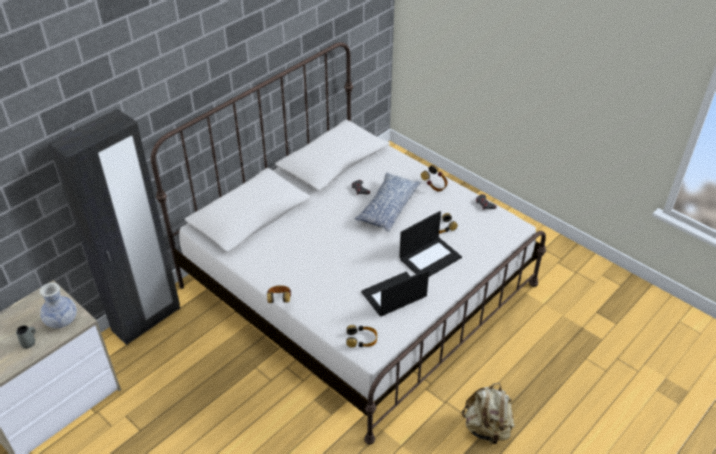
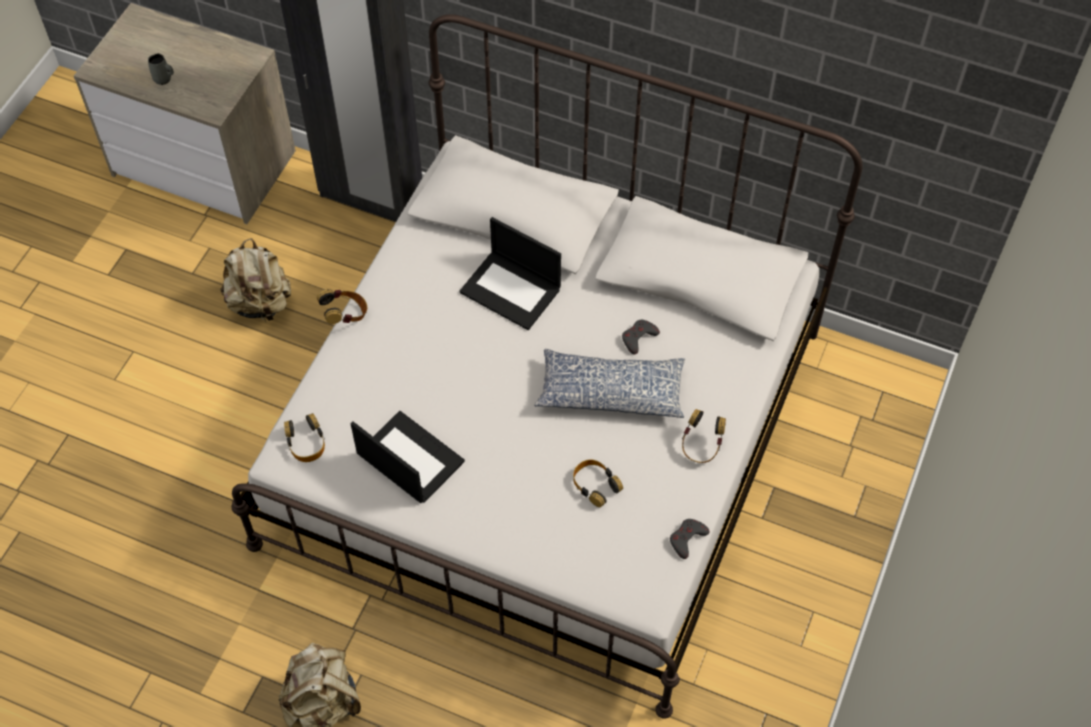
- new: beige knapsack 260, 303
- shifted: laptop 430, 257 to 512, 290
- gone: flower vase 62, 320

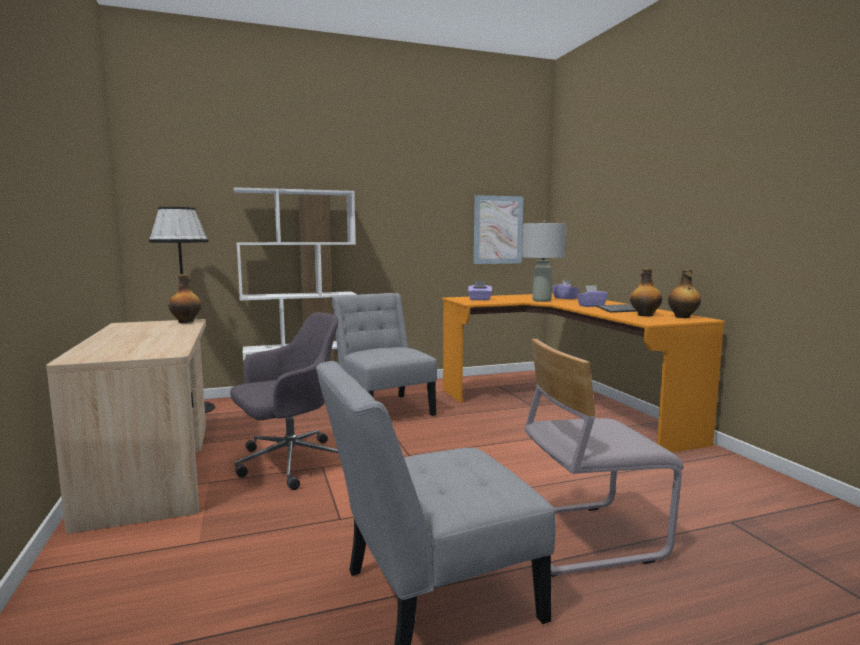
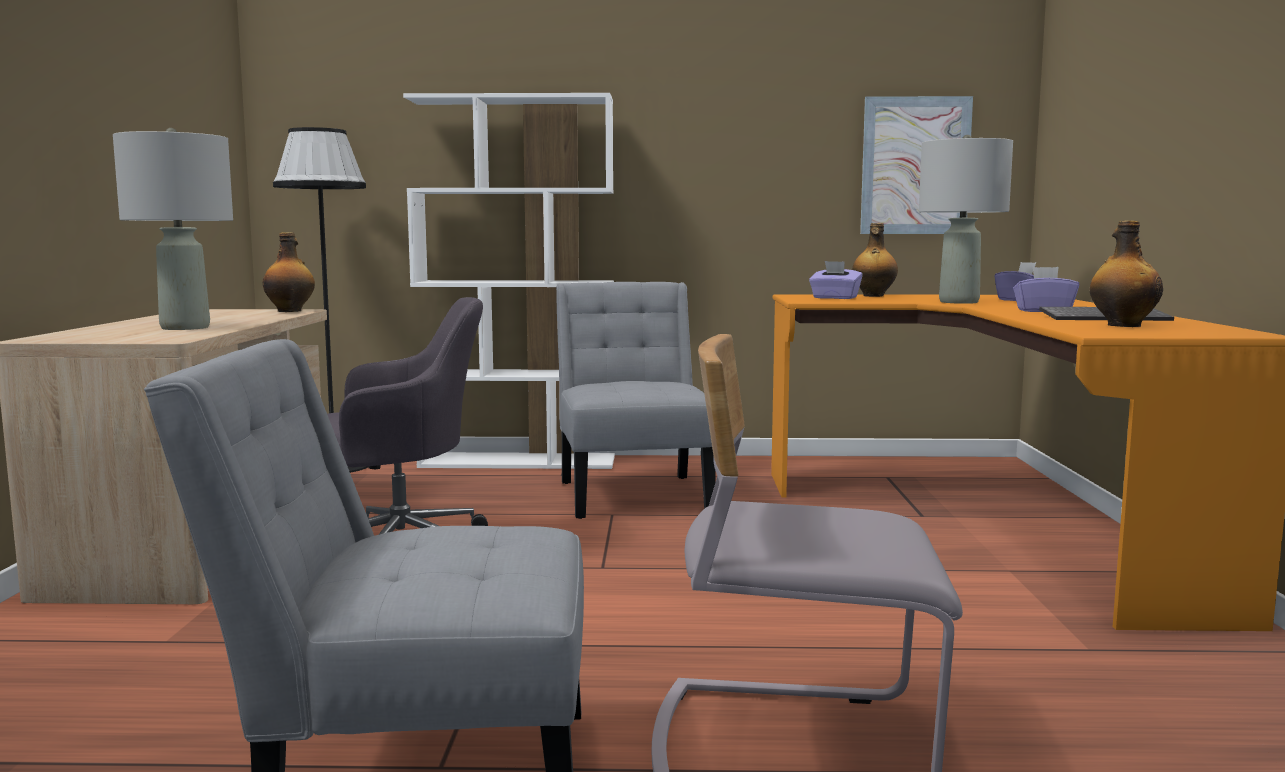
- new: greyish tabletop lamp 185, 327
- shifted: drink bottle 682, 317 to 873, 296

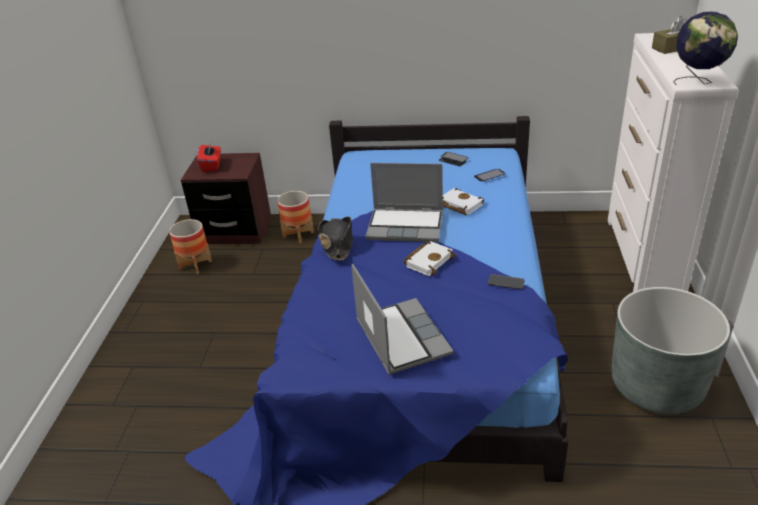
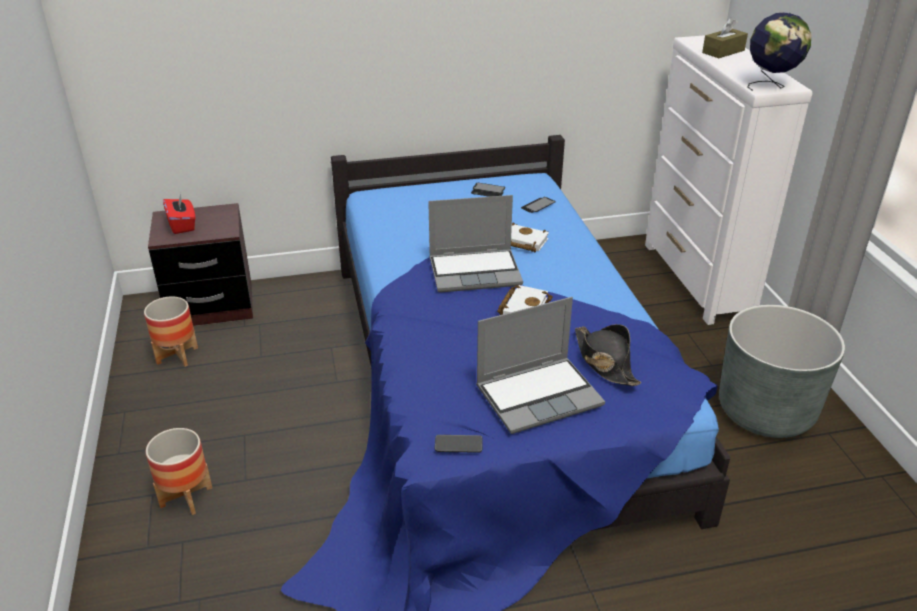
- shifted: planter 298, 234 to 186, 497
- shifted: telephone 506, 282 to 458, 444
- rotated: laptop 400, 337 = 539, 395 105 degrees clockwise
- shifted: blackish clothing hat 337, 243 to 604, 361

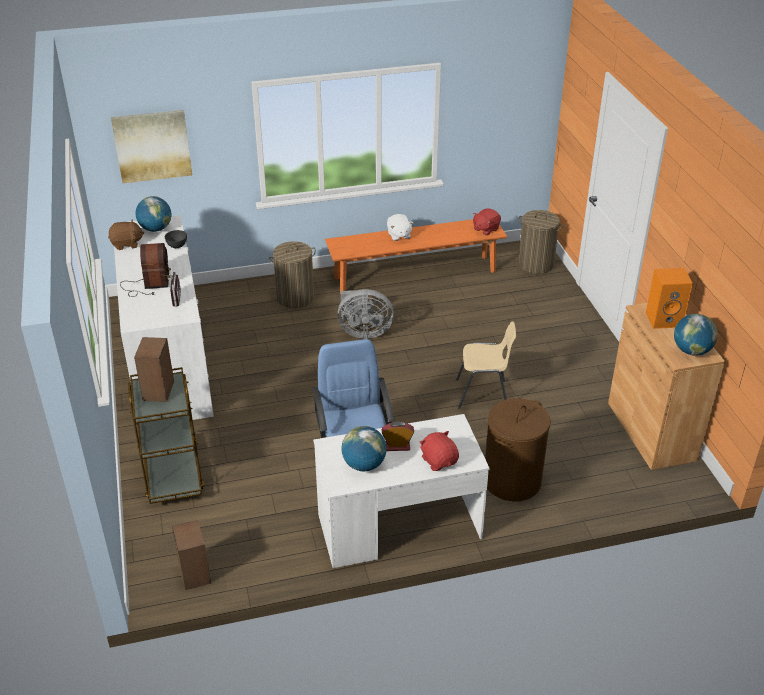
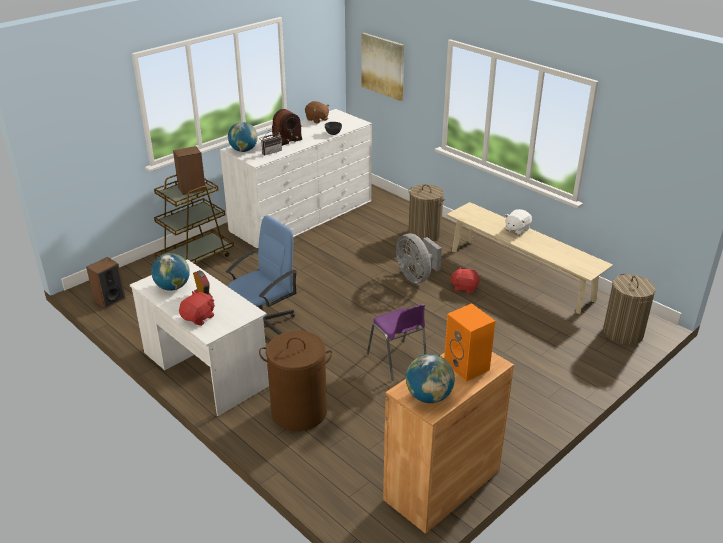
- shifted: globe 155, 229 to 243, 150
- repainted: beige chair 483, 394 to purple chair 397, 361
- repainted: orange-coloured long seat 415, 275 to beige long seat 520, 275
- shifted: red-coloured cuddly toy 485, 229 to 464, 287

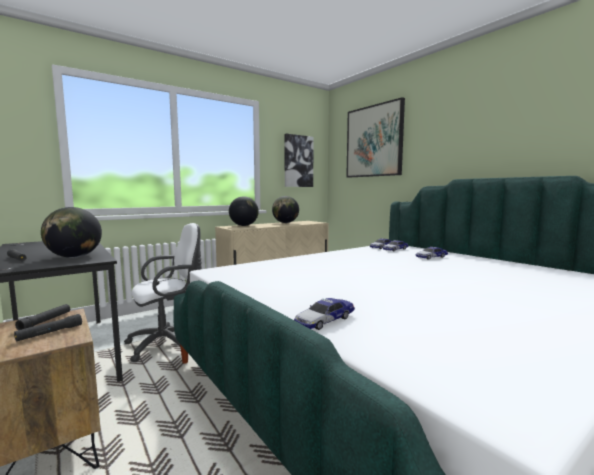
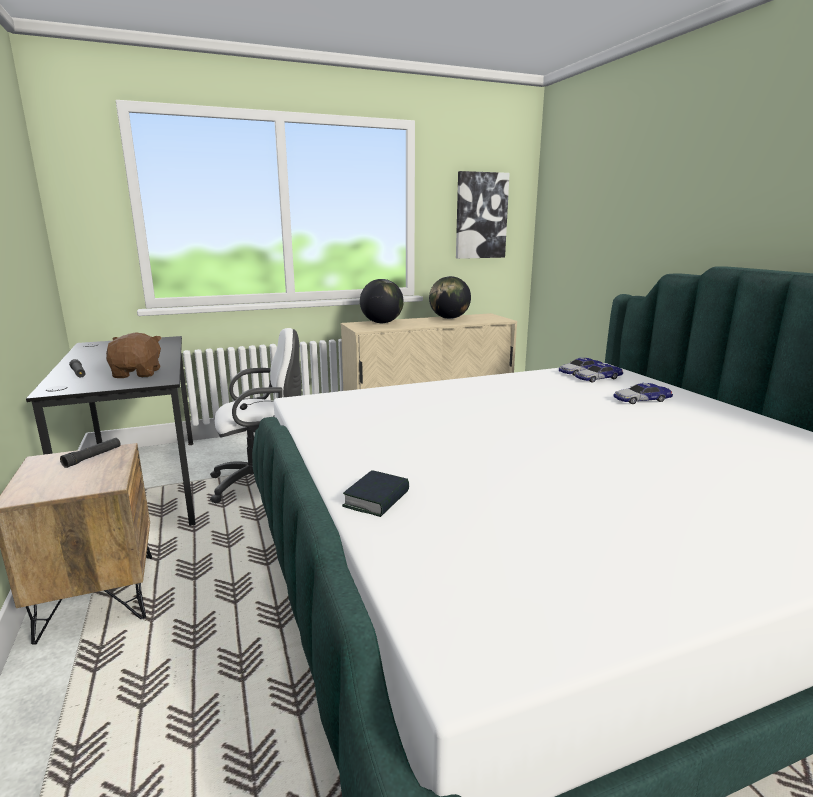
- swapped: globe 74, 257 to brown-coloured cuddly toy 138, 374
- swapped: model car 325, 320 to book 377, 499
- gone: blackish hand torch 50, 333
- gone: wall picture 374, 141

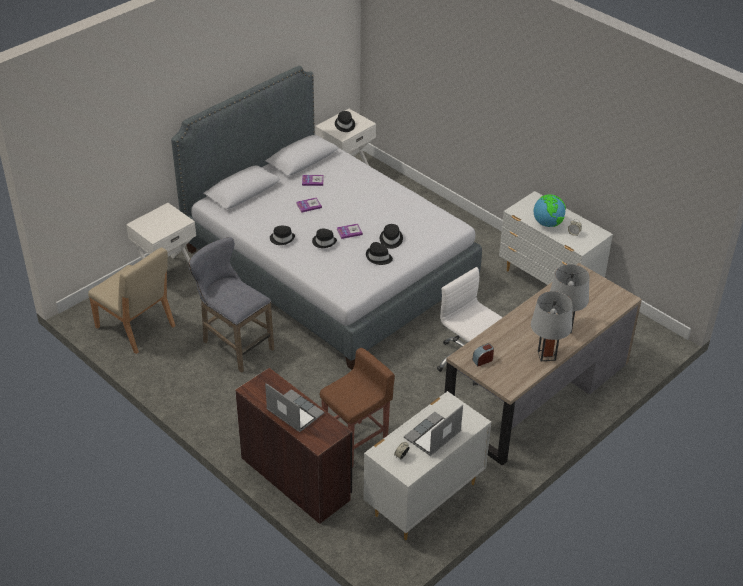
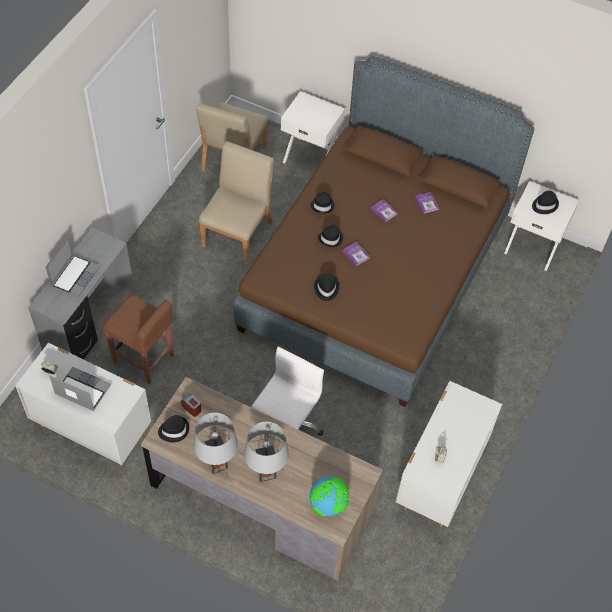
- repainted: brown-coloured desk 296, 477 to greyish desk 92, 326
- shifted: blackish clothing hat 390, 240 to 174, 430
- swapped: greyish stool seat 234, 344 to beige chair 238, 233
- repainted: greyish bedroom bed 328, 267 to brown-coloured bedroom bed 375, 273
- shifted: globe 547, 224 to 328, 504

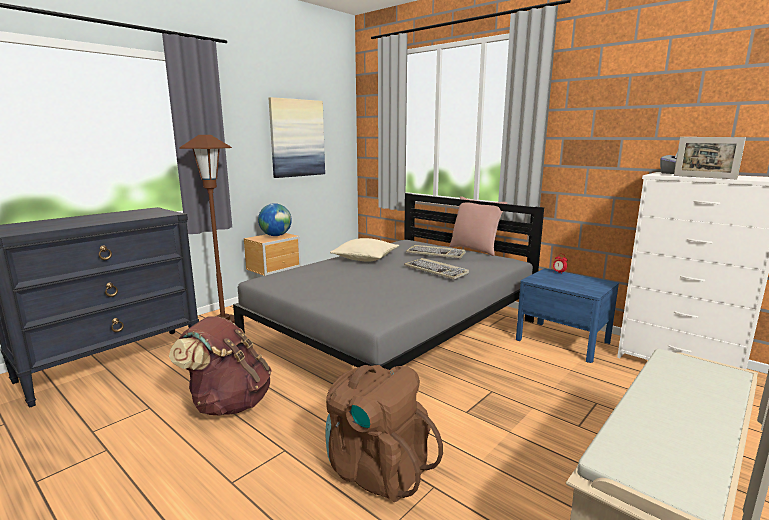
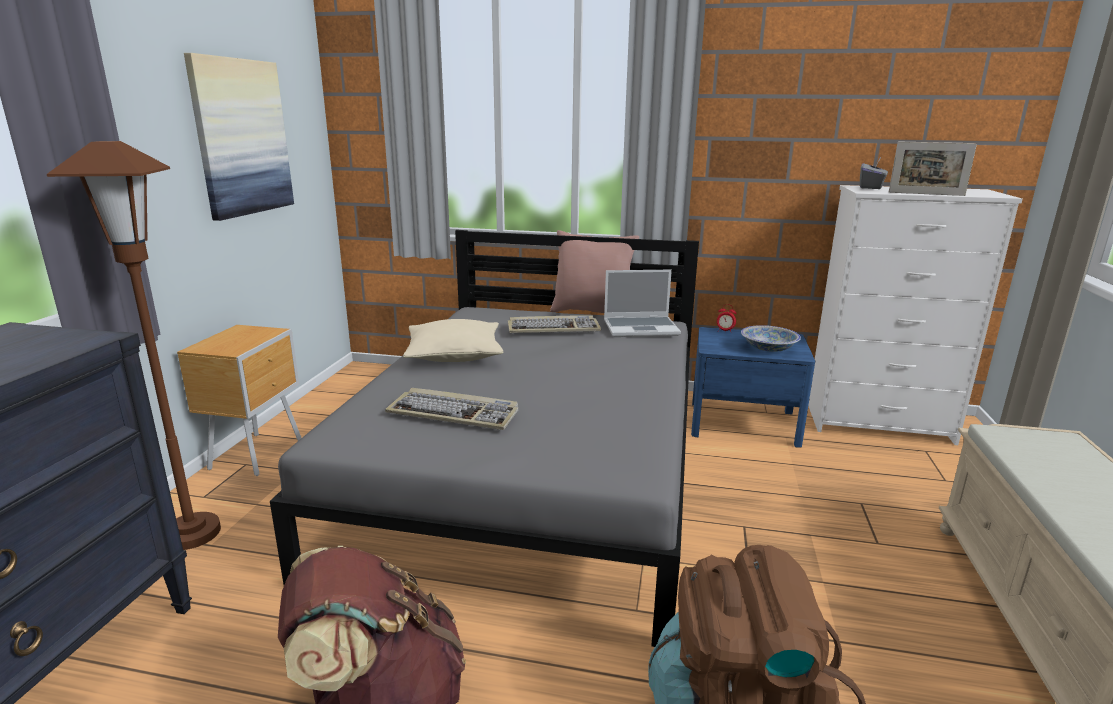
- shifted: keyboard 436, 271 to 455, 413
- new: laptop 641, 328
- new: deep dish 768, 348
- gone: globe 276, 236

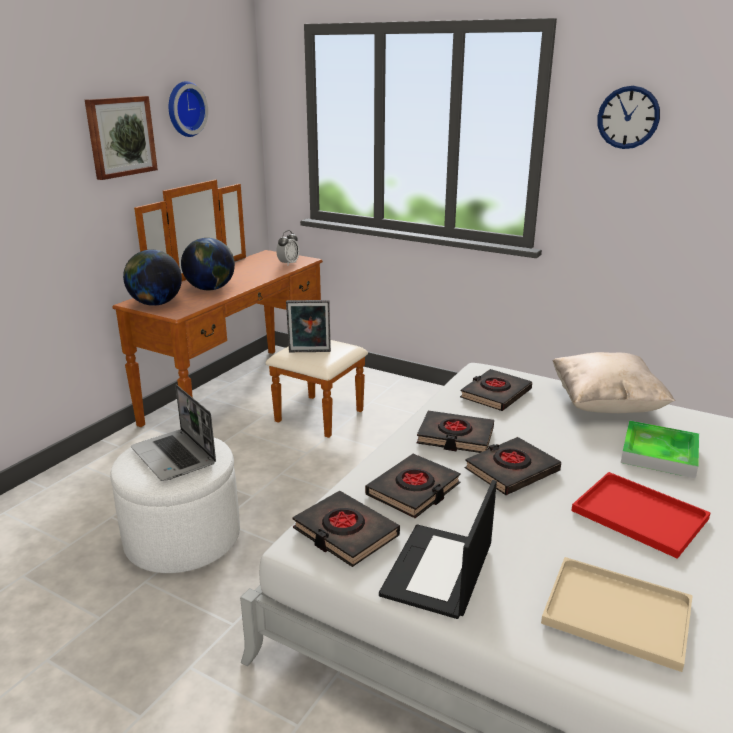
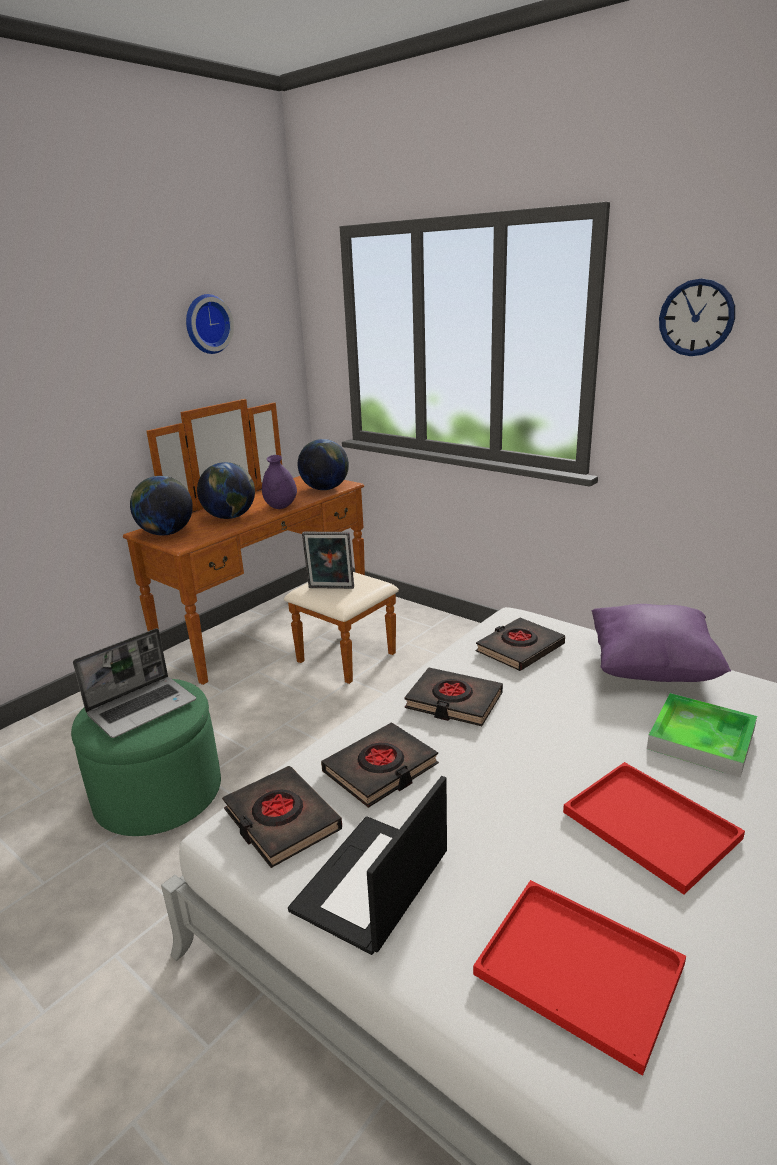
- repainted: white footrest 183, 538 to green footrest 159, 794
- rotated: laptop 175, 456 = 143, 707 105 degrees counterclockwise
- new: purple flower vase 281, 507
- swapped: bedside clock 288, 264 to globe 325, 489
- repainted: beige tray 620, 613 to red-coloured tray 583, 970
- repainted: beige cushion 606, 405 to purple cushion 651, 669
- gone: wall picture 120, 136
- gone: blackish book 511, 471

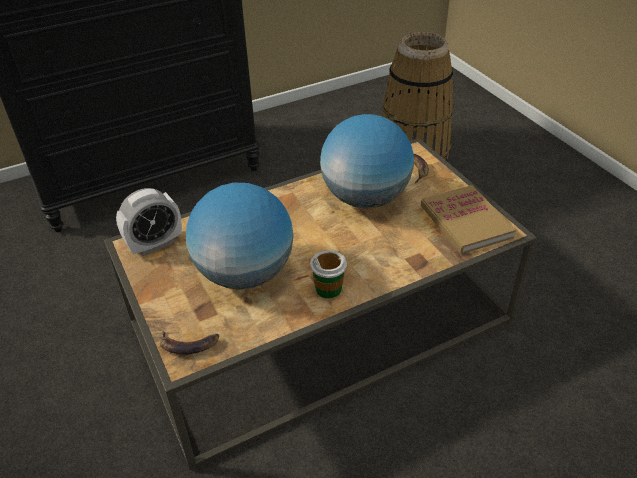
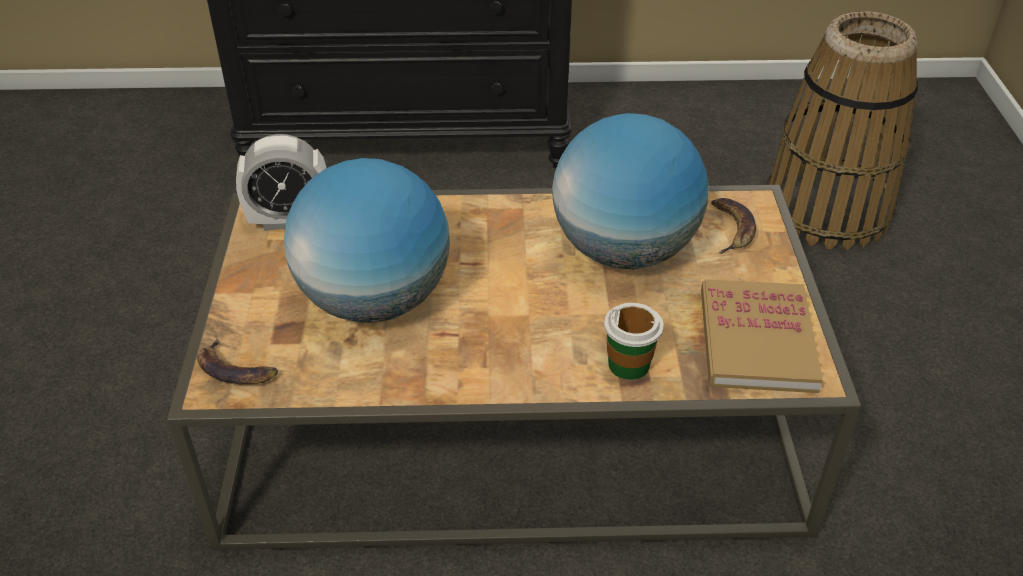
- shifted: drinking cup 328, 289 to 629, 364

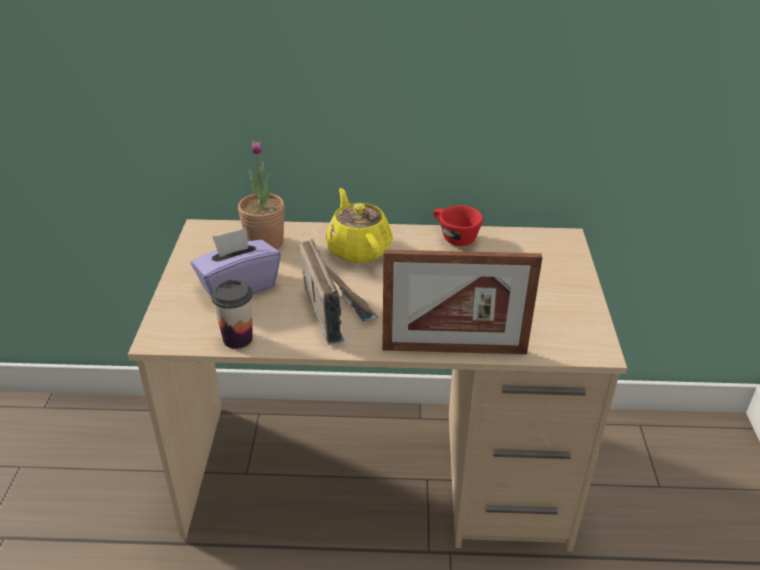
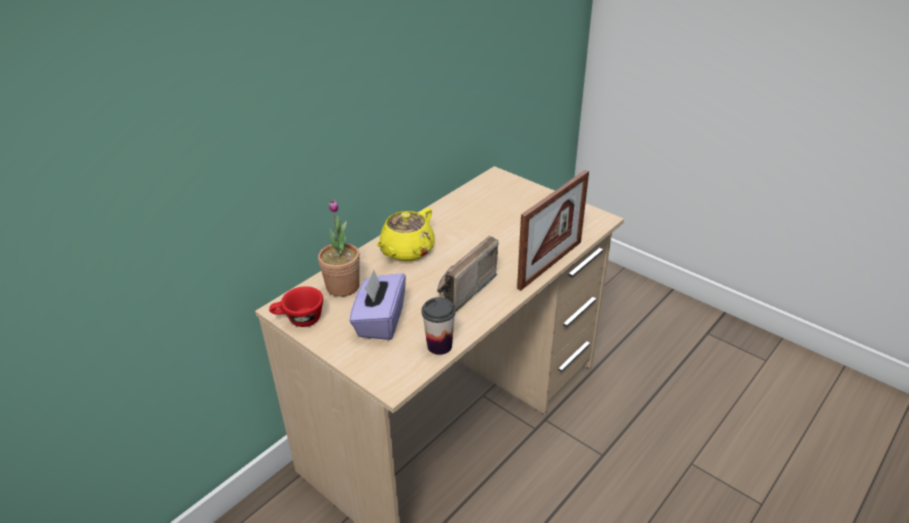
- shifted: red-coloured drinking cup 454, 237 to 299, 320
- rotated: yellow tea pot 358, 249 = 406, 251 75 degrees counterclockwise
- rotated: radio 335, 310 = 460, 290 75 degrees counterclockwise

